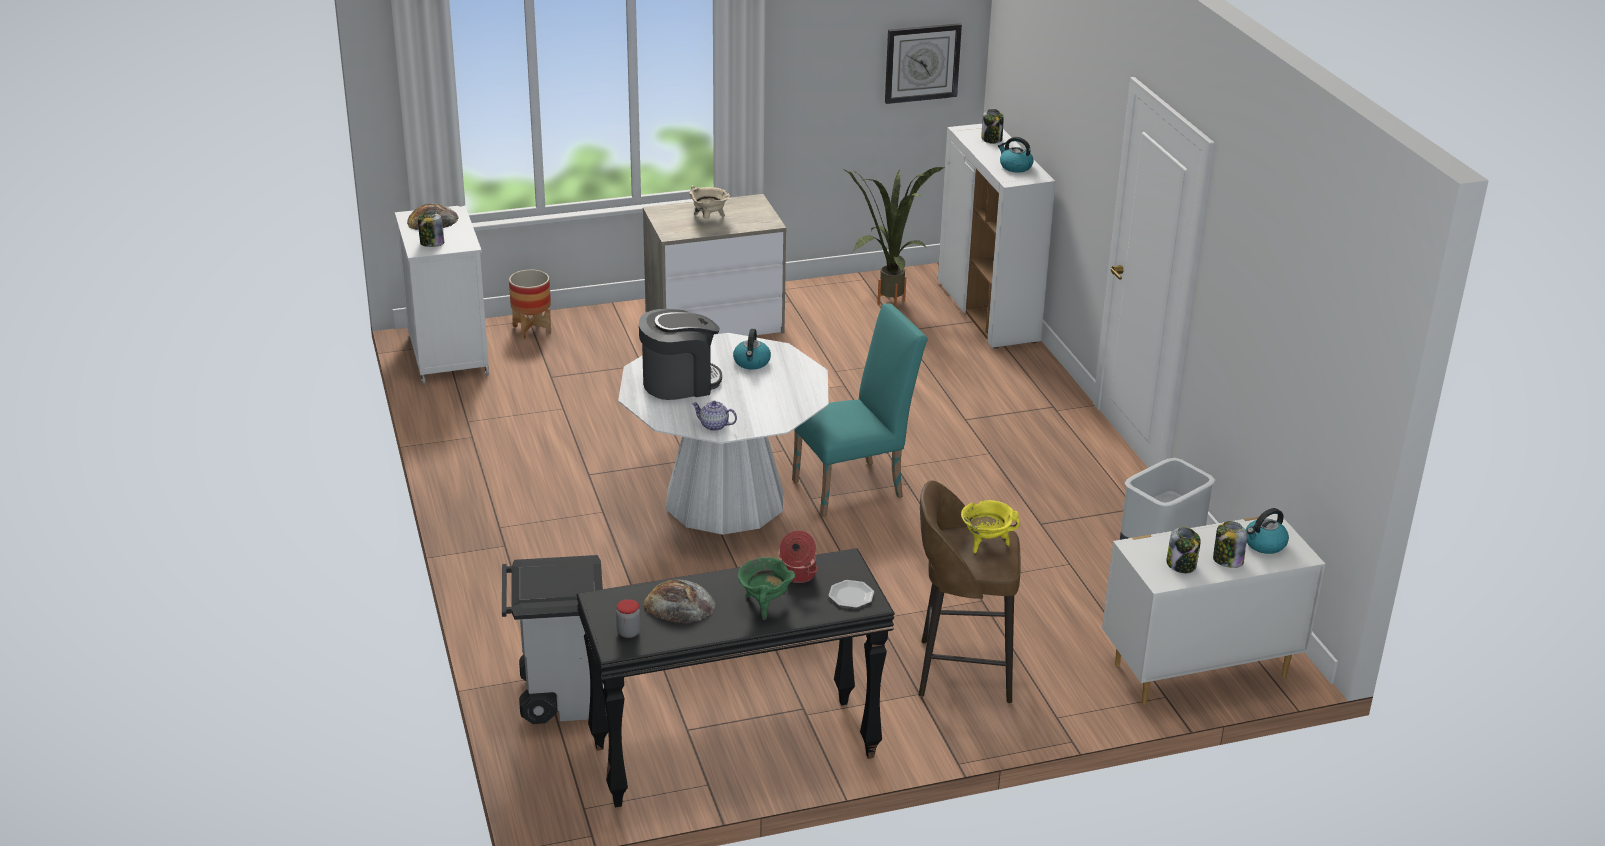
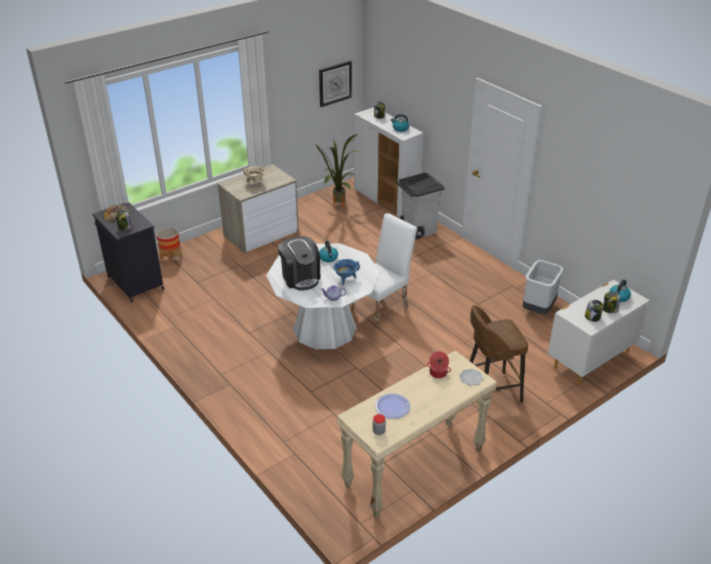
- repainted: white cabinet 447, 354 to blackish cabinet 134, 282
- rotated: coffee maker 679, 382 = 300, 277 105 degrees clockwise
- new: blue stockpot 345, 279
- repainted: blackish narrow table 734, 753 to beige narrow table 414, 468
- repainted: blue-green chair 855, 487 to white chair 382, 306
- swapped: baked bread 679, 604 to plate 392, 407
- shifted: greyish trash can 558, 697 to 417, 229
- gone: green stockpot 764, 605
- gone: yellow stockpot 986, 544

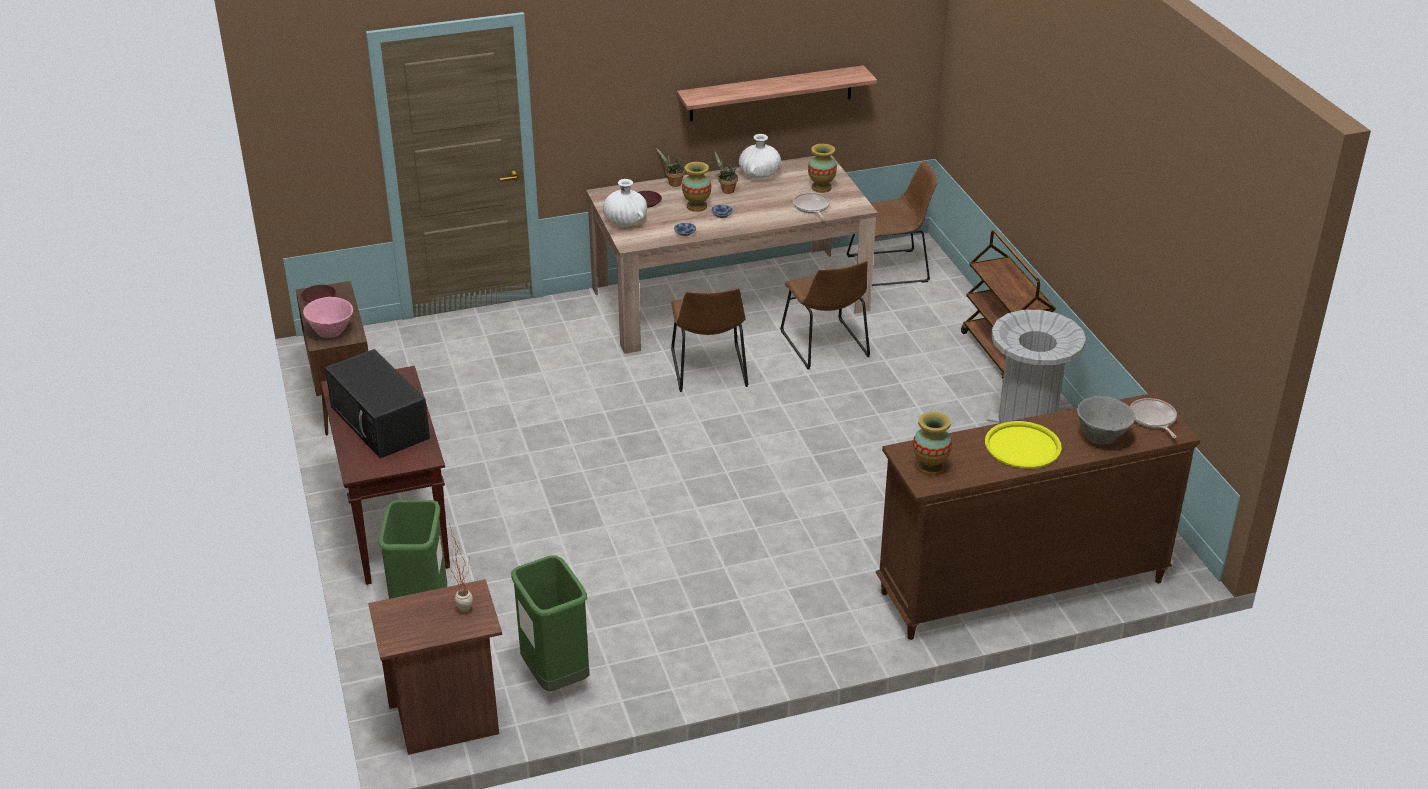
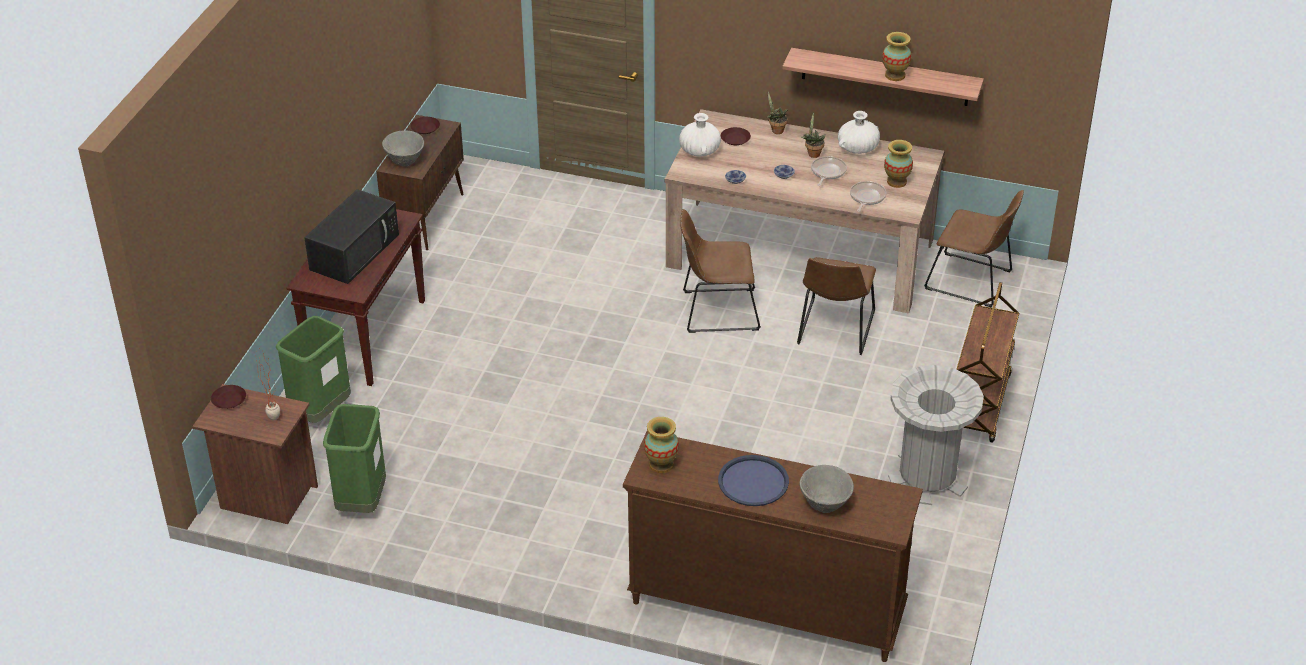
- new: brown-coloured plate 229, 399
- rotated: blackish microwave 381, 423 = 355, 251 150 degrees counterclockwise
- repainted: pinkish deep dish 331, 333 to greyish deep dish 405, 162
- rotated: brown-coloured chair 709, 371 = 716, 311 60 degrees clockwise
- repainted: yellow tray 1022, 446 to blue tray 753, 482
- shifted: frying pan 1153, 419 to 827, 172
- shifted: flower vase 696, 206 to 895, 75

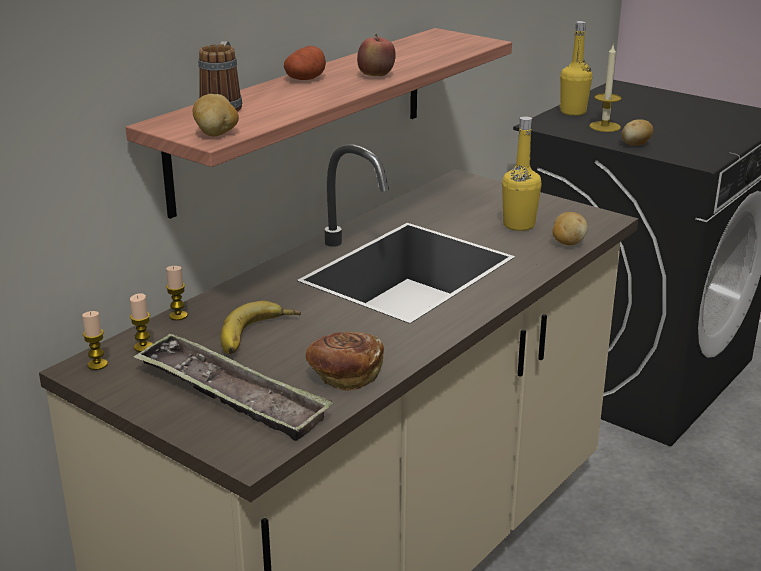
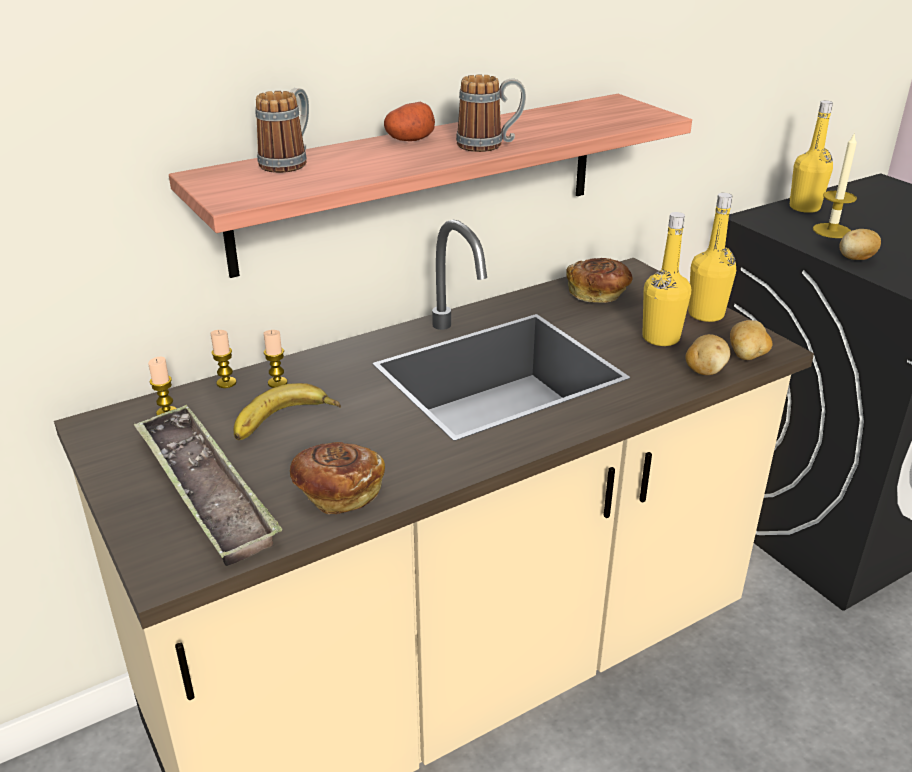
- shifted: wax candle 97, 365 to 277, 383
- swapped: apple fruit 376, 76 to coffee mug 490, 145
- new: baked bread 598, 294
- new: yellow drink bottle 706, 314
- shifted: potato 216, 134 to 747, 356

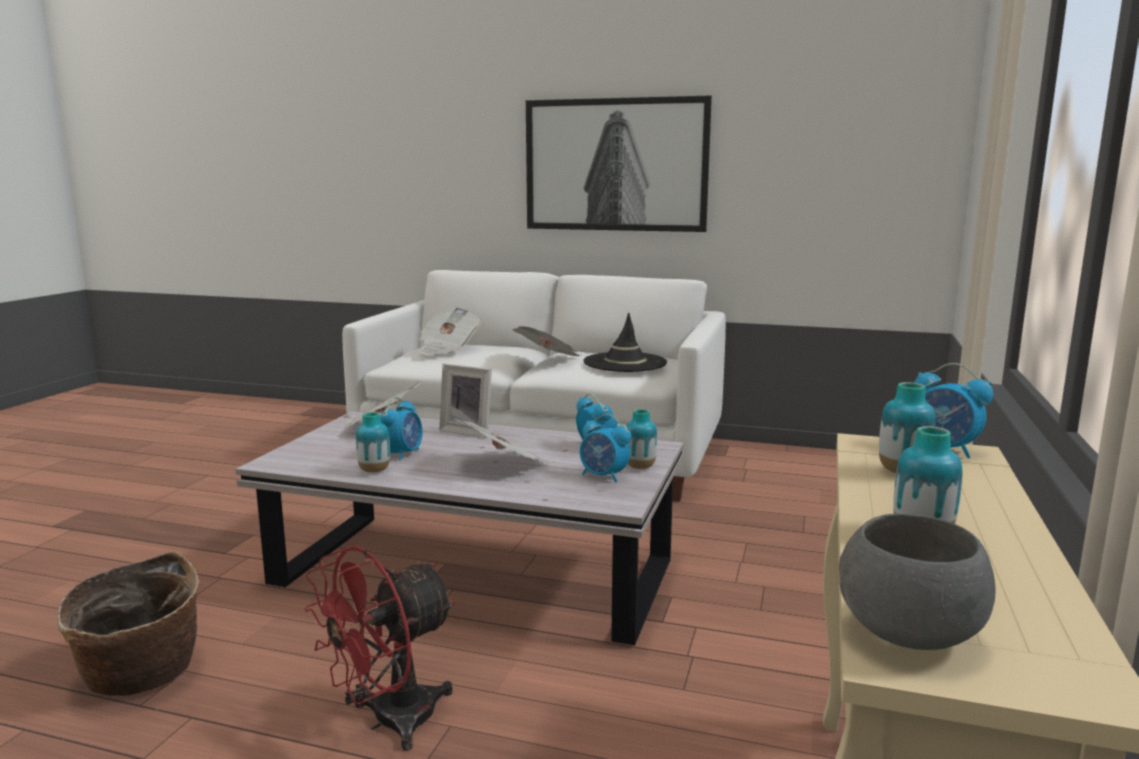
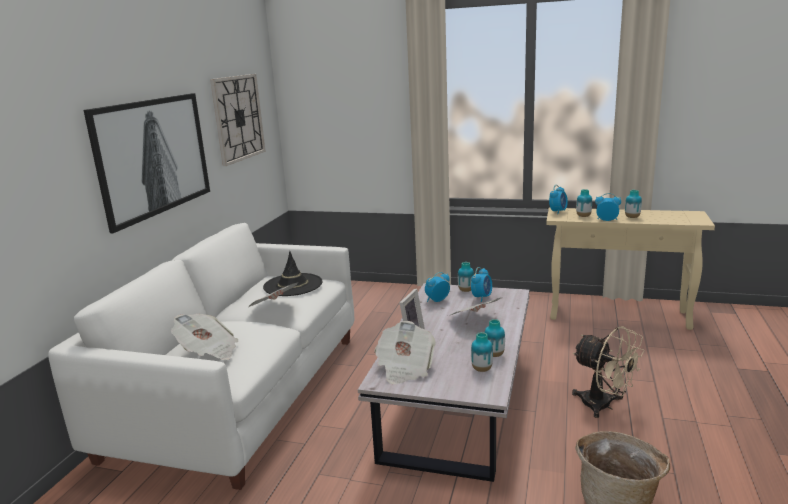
- new: wall clock 238, 118
- new: flower vase 482, 369
- repainted: red-coloured fan 389, 722 to beige fan 603, 406
- shifted: bedside clock 403, 454 to 606, 220
- gone: greyish deep dish 907, 635

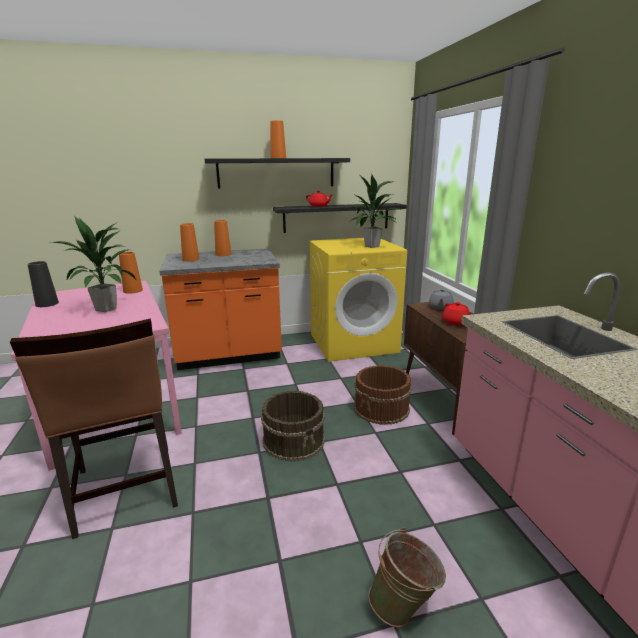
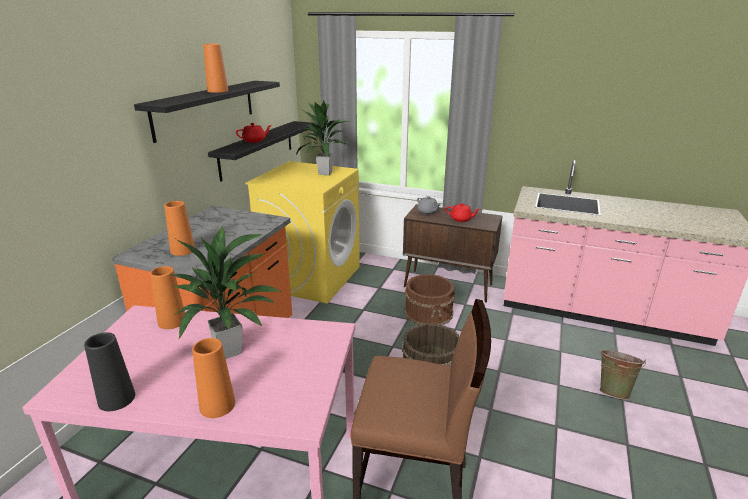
- shifted: orange-coloured flower vase 223, 254 to 217, 405

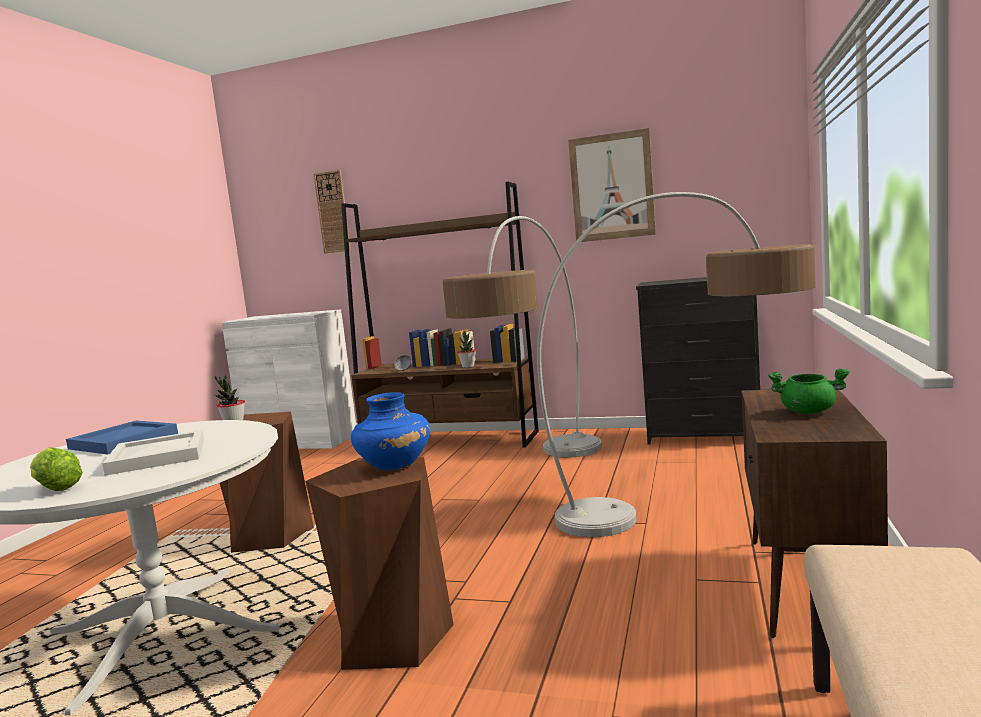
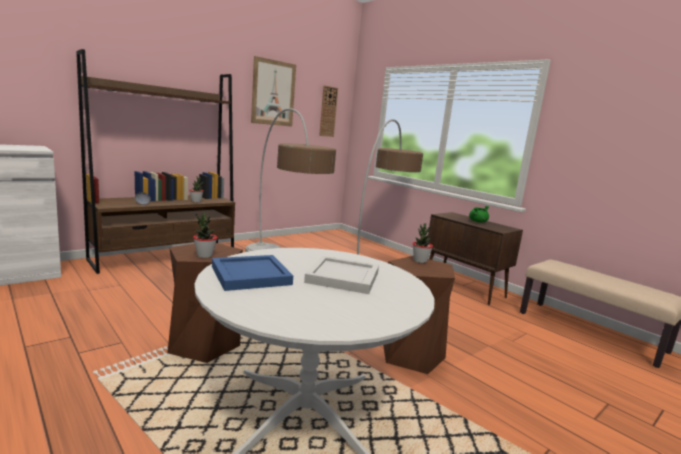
- shifted: wall clock 333, 212 to 328, 111
- swapped: blue flower vase 394, 466 to houseplant 420, 261
- gone: head of lettuce 55, 488
- gone: blackish dresser 704, 436

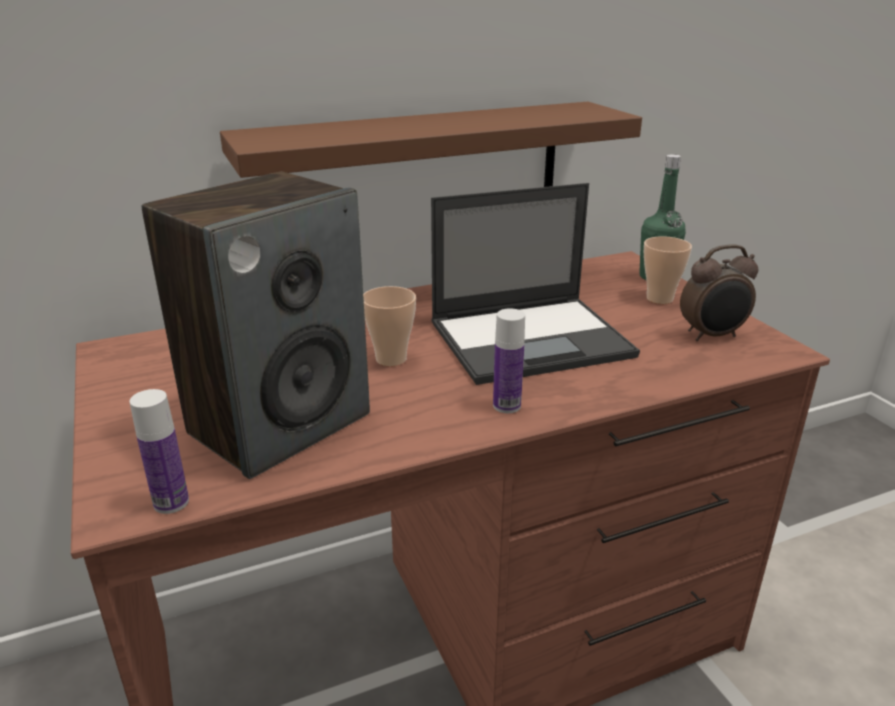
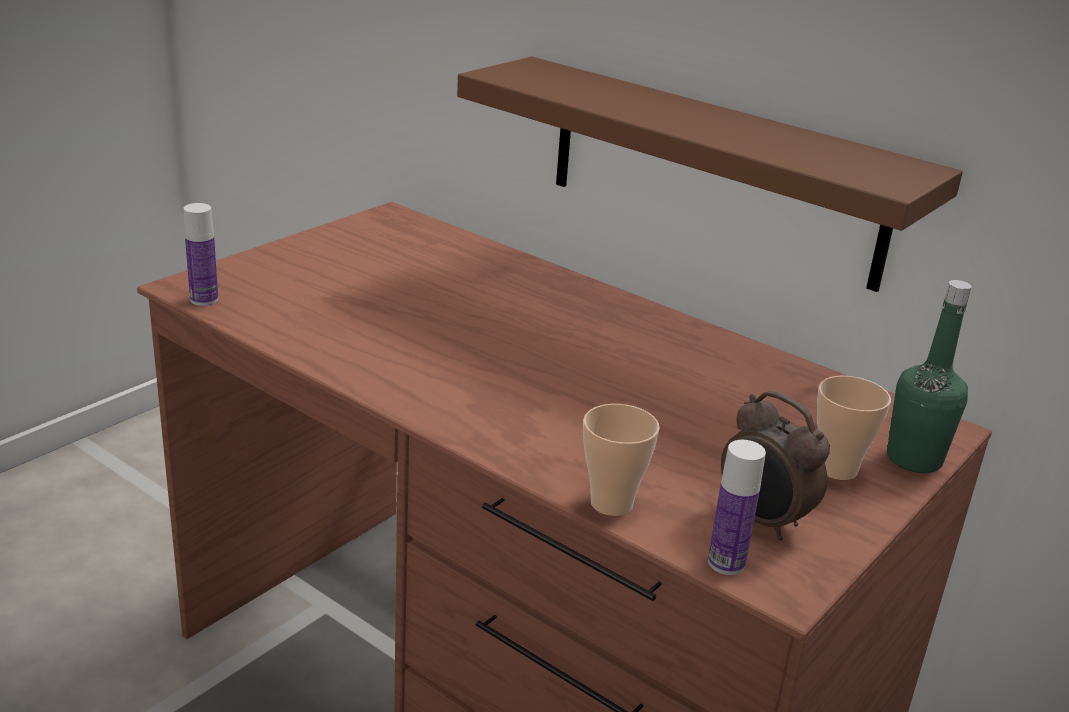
- shifted: drinking cup 391, 359 to 611, 504
- shifted: drink bottle 506, 405 to 726, 563
- gone: audio speaker 280, 423
- gone: laptop 532, 339

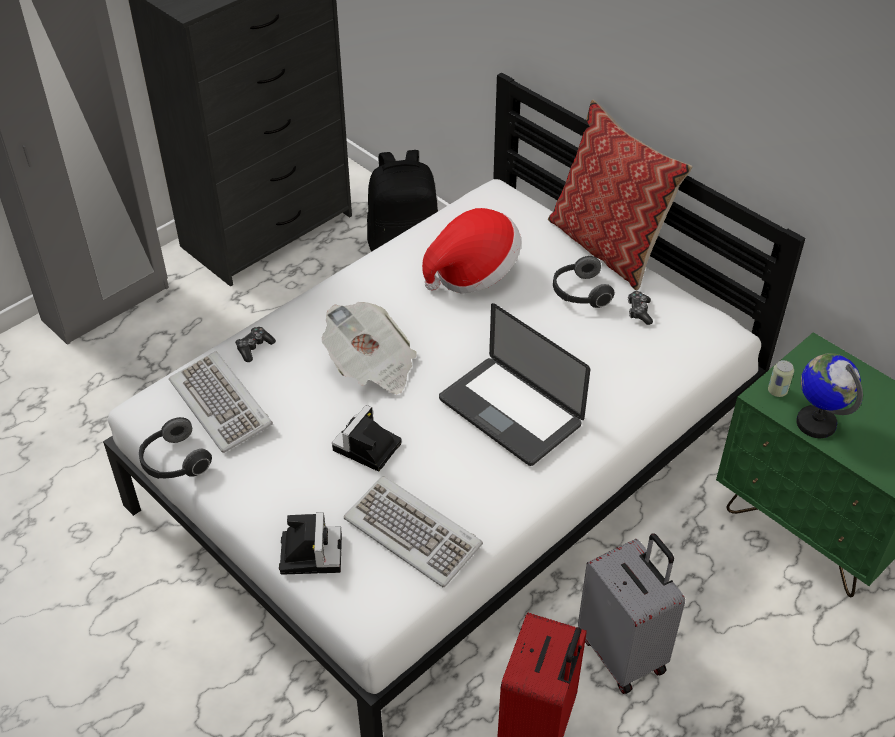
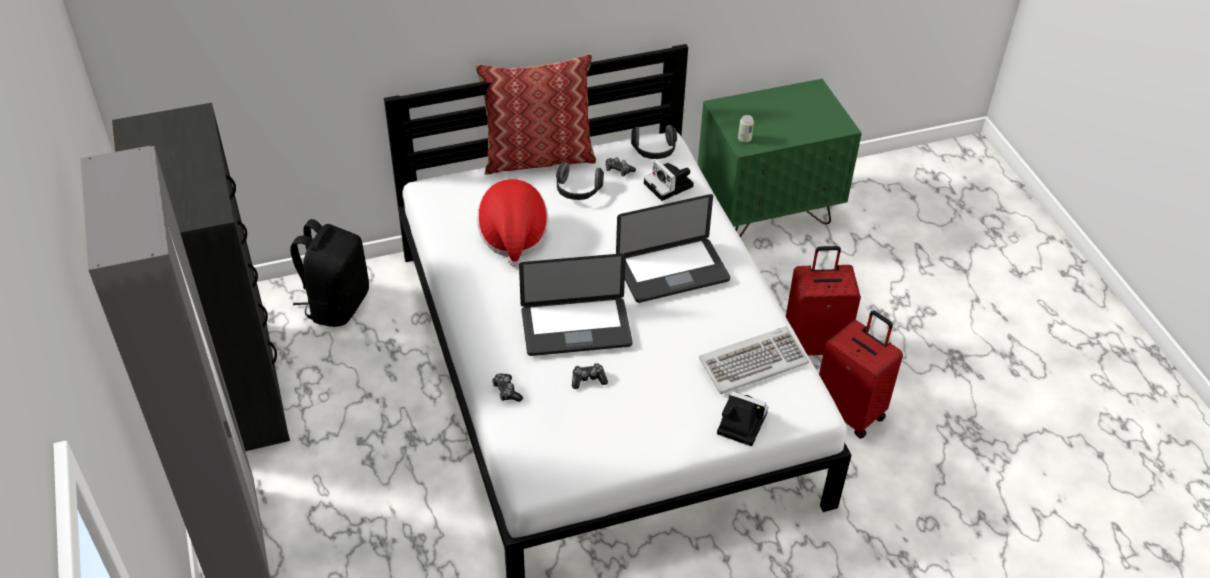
- swapped: daily paper 371, 366 to laptop 576, 328
- new: joypad 588, 379
- shifted: headset 174, 462 to 654, 151
- shifted: still camera 366, 448 to 670, 186
- repainted: greyish piece of luggage 624, 653 to red-coloured piece of luggage 814, 345
- gone: keyboard 222, 404
- gone: globe 816, 423

